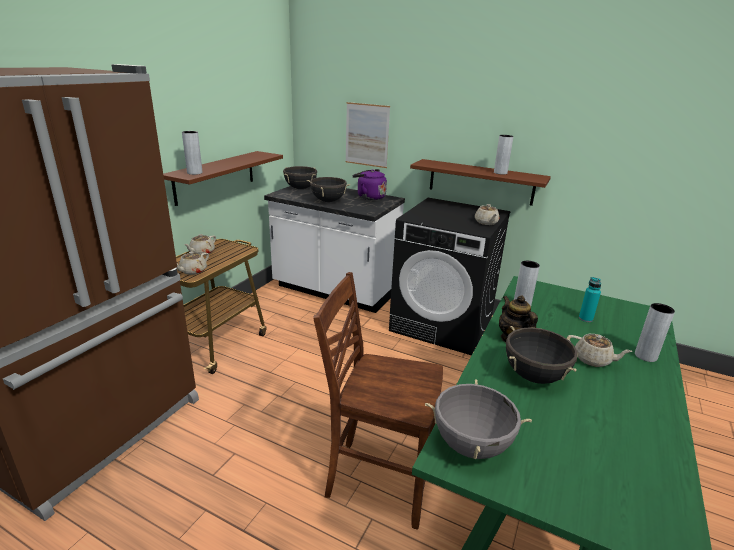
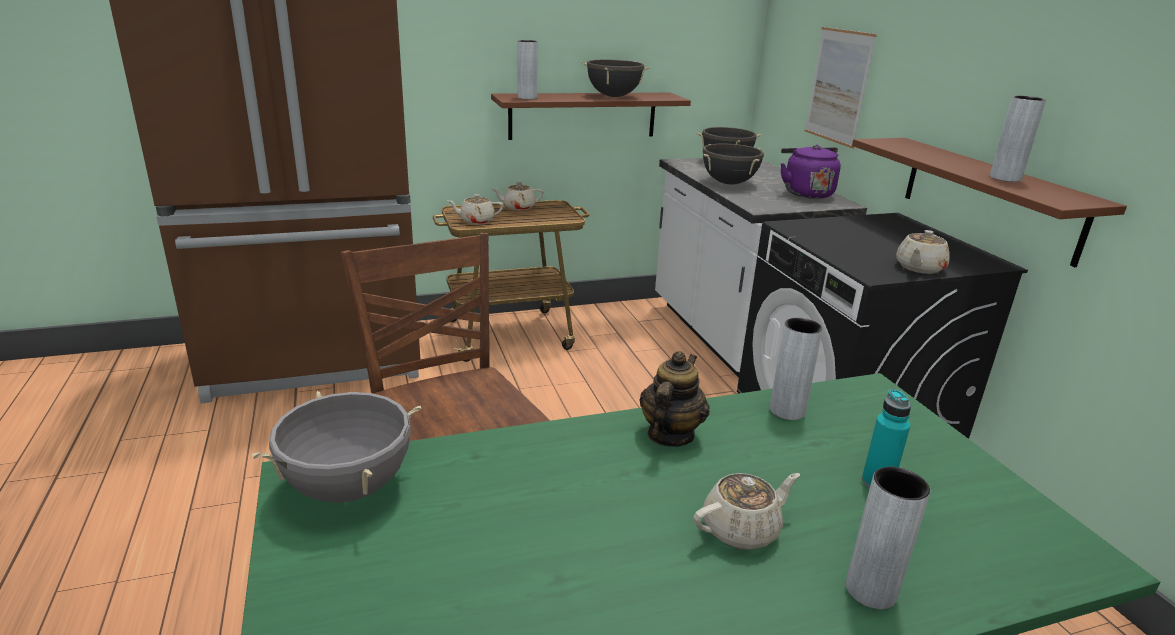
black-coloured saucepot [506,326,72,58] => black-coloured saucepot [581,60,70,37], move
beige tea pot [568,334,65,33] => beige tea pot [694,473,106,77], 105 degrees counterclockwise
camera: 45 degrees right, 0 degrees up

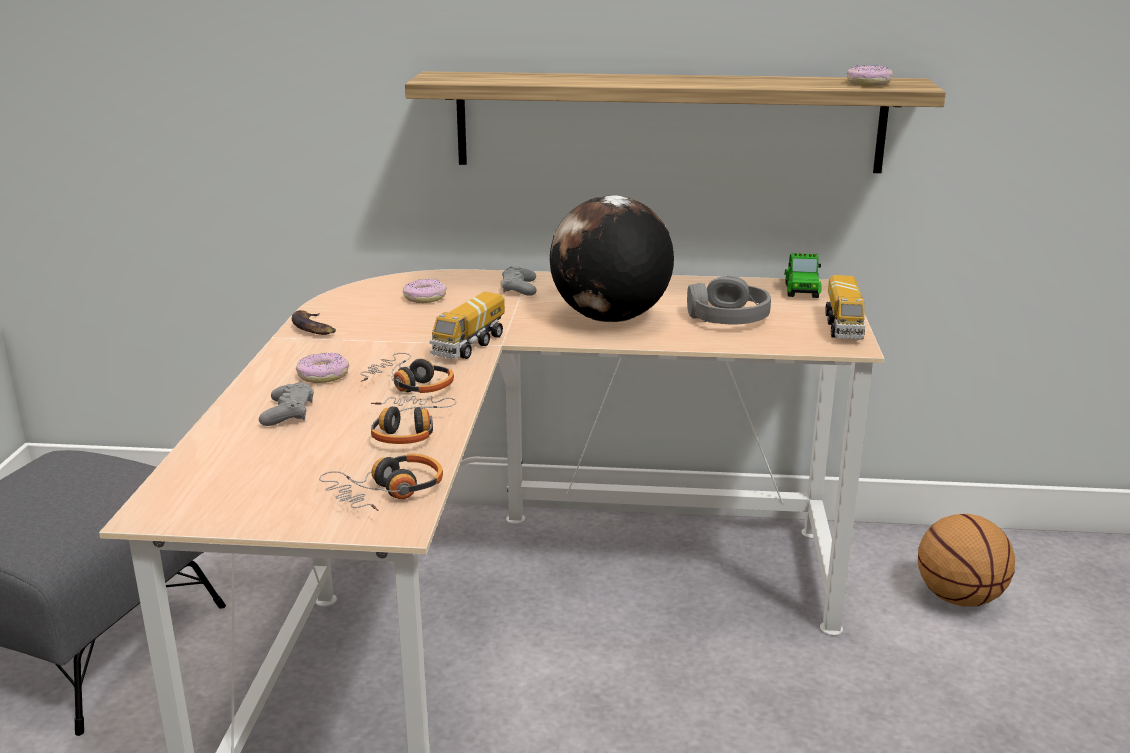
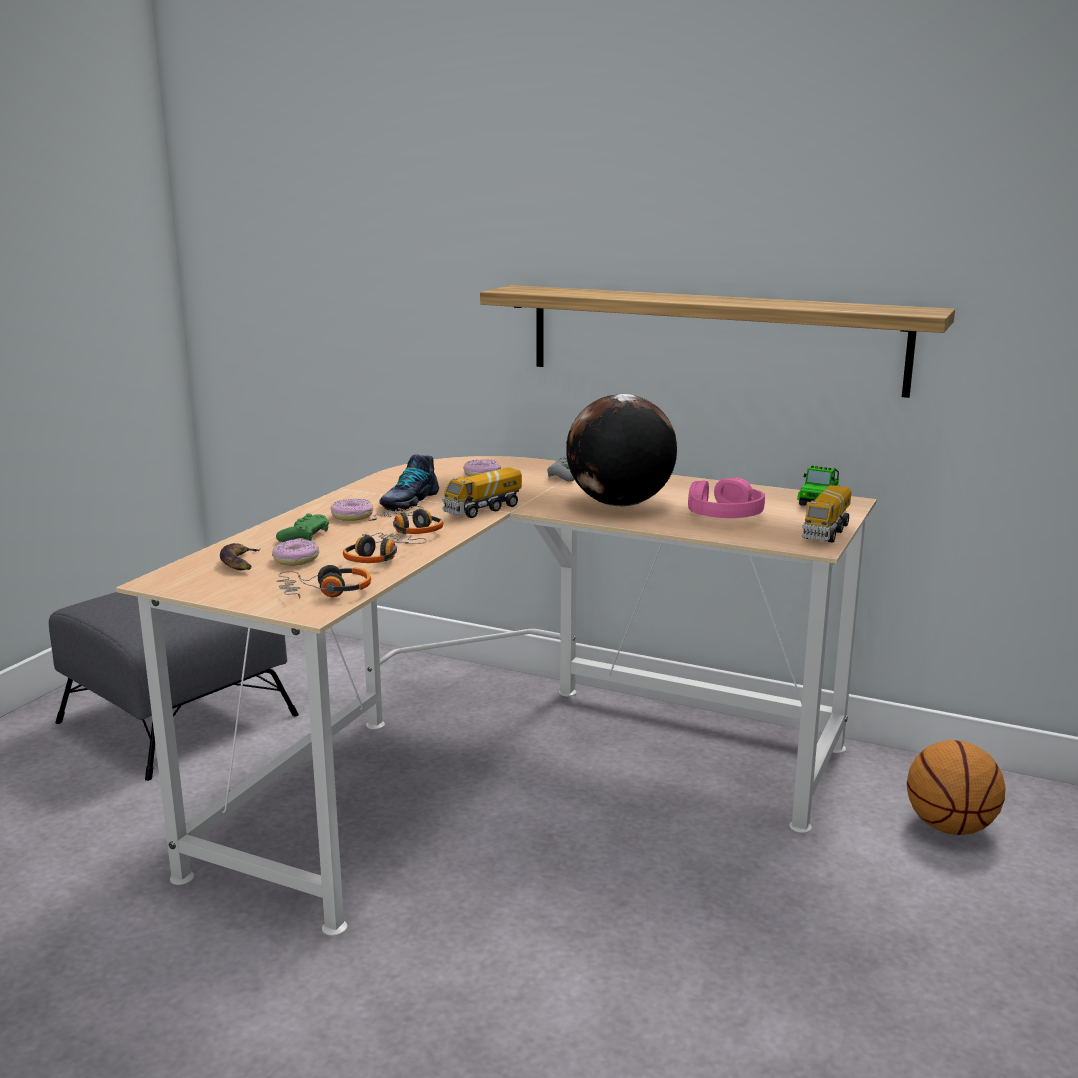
donut [847,65,46,21] => donut [272,539,47,27], move
grey headphones [687,276,84,49] => pink-coloured headphones [688,478,77,40]
banana [292,310,44,25] => banana [220,543,40,27], move
grey game controller [259,383,55,43] => green game controller [276,513,53,29]
nothing => item of footwear [379,454,60,57]
camera: 20 degrees right, 5 degrees down

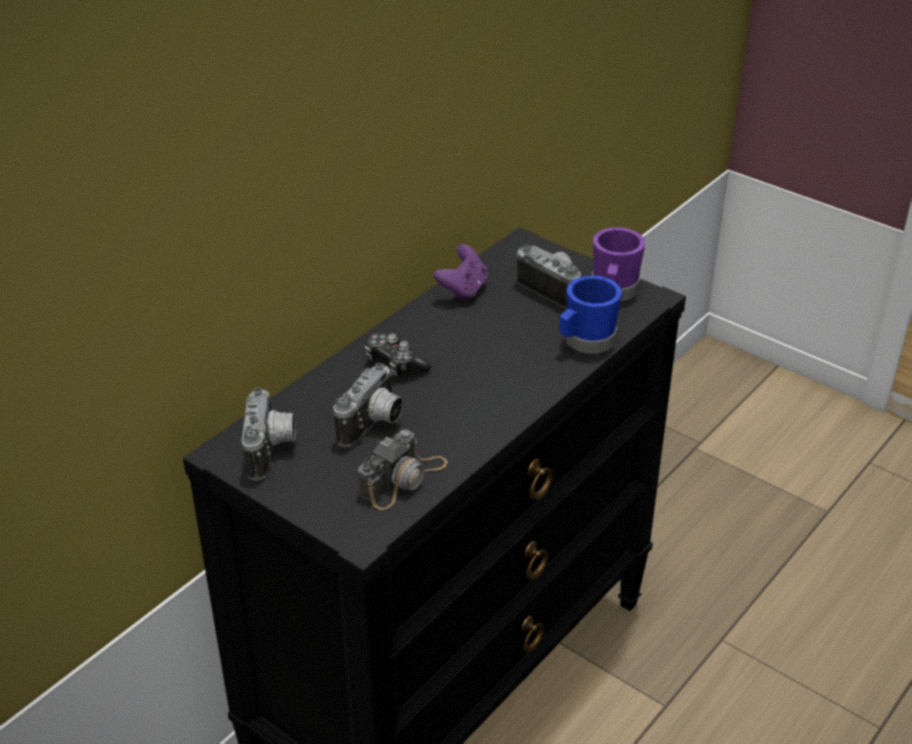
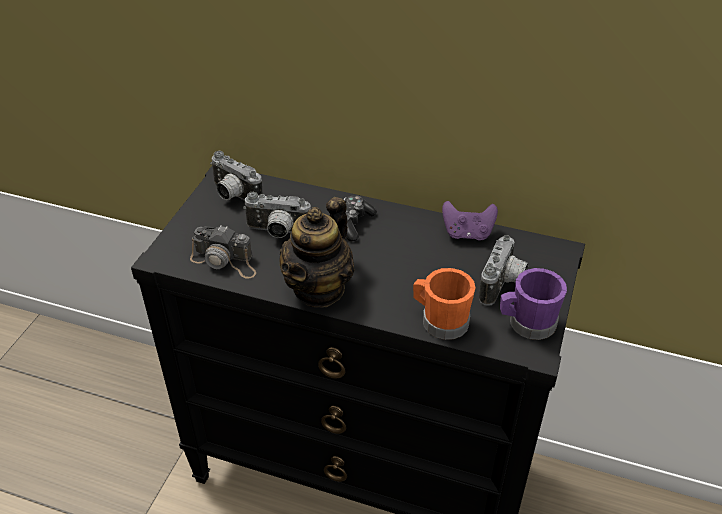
blue-coloured tea mug [560,276,62,78] => orange tea mug [413,268,62,72]
photo camera [242,388,54,92] => photo camera [210,151,52,50], 60 degrees clockwise
nothing => tea pot [279,197,76,111]
camera: 70 degrees right, 5 degrees up

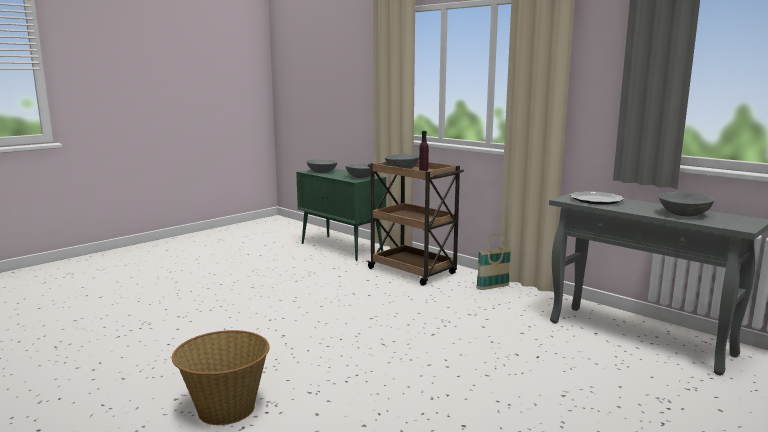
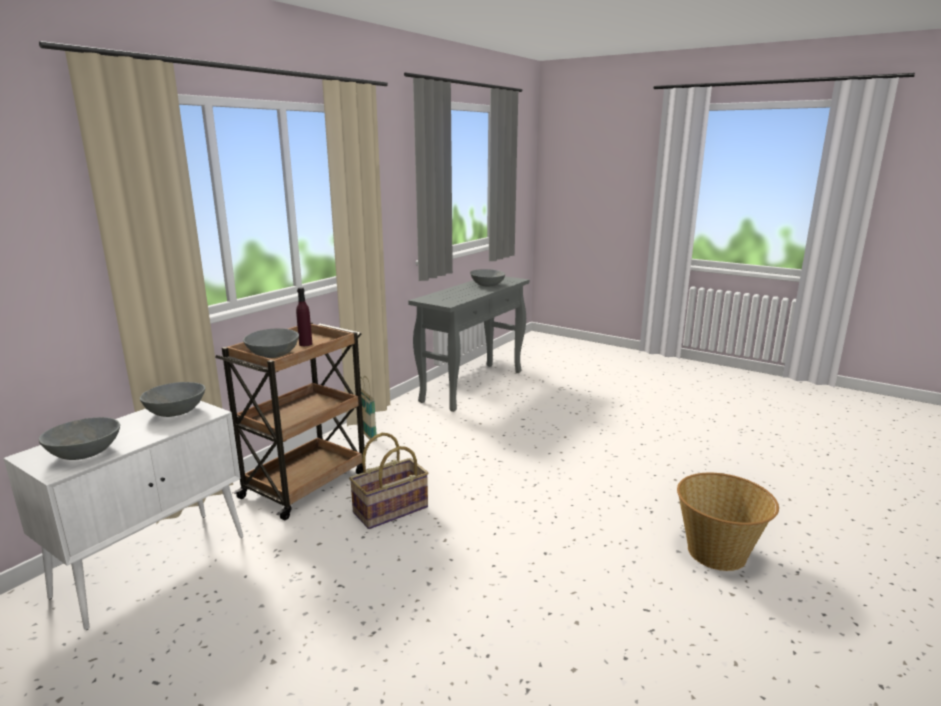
green cabinet [296,168,90,93] => whitish cabinet [3,401,241,229]
flat dish [570,191,54,14] => nothing
nothing => storage basket [349,433,79,96]
camera: 100 degrees left, 5 degrees up

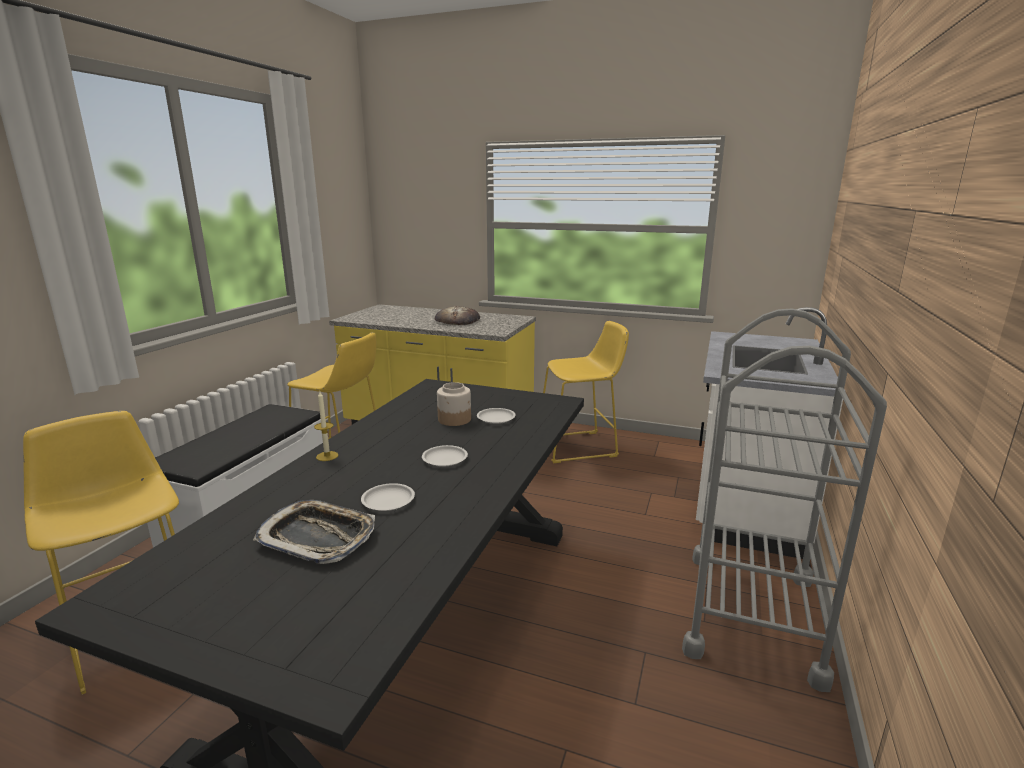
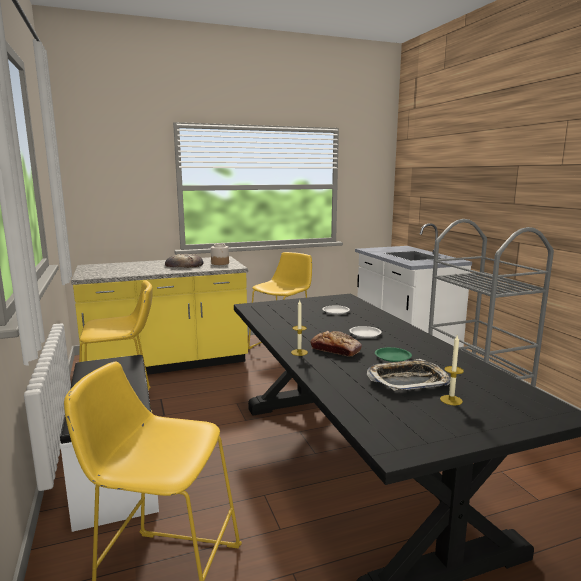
storage jar [437,382,34,44] => storage jar [211,243,18,22], move
whitish flat dish [361,483,54,28] => green flat dish [375,347,37,15]
nothing => baked bread [310,331,52,26]
nothing => wax light [440,335,24,70]
camera: 40 degrees left, 5 degrees down

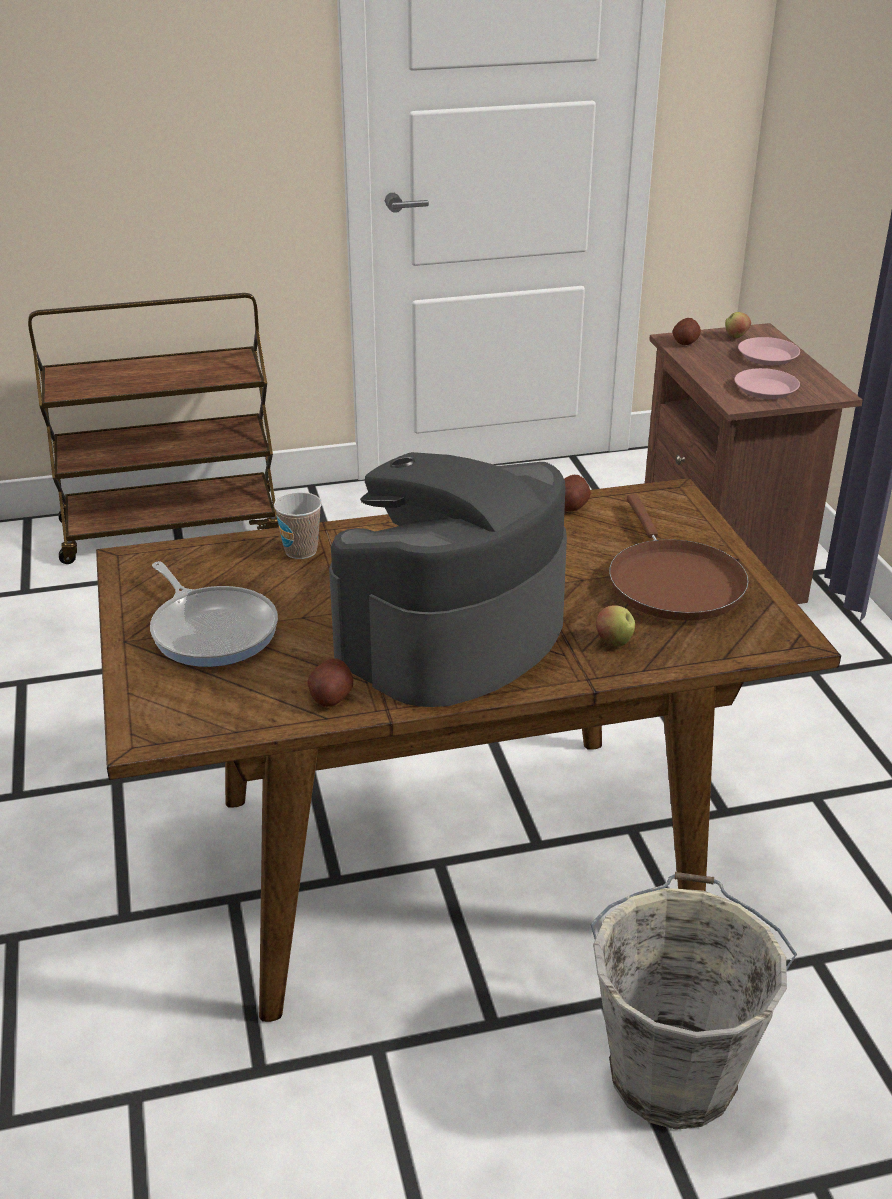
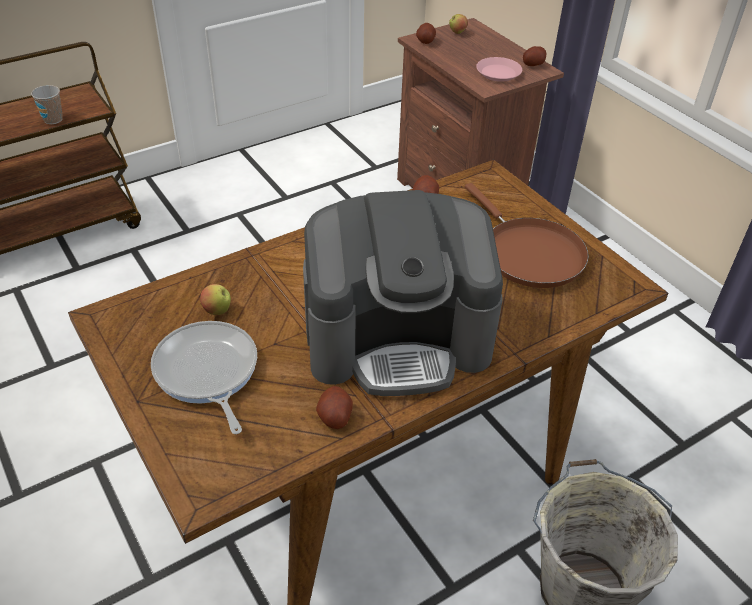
pink-coloured flat dish [738,337,62,28] => nothing
coffee maker [329,452,238,255] => coffee maker [303,190,200,206], 120 degrees counterclockwise
cup [274,492,48,67] => cup [31,85,32,39], move
frying pan [150,561,128,106] => frying pan [151,321,106,113], 150 degrees counterclockwise
apple [596,605,39,42] => apple [200,284,31,31], move
nothing => whole potato [523,46,23,20]
camera: 20 degrees left, 10 degrees up

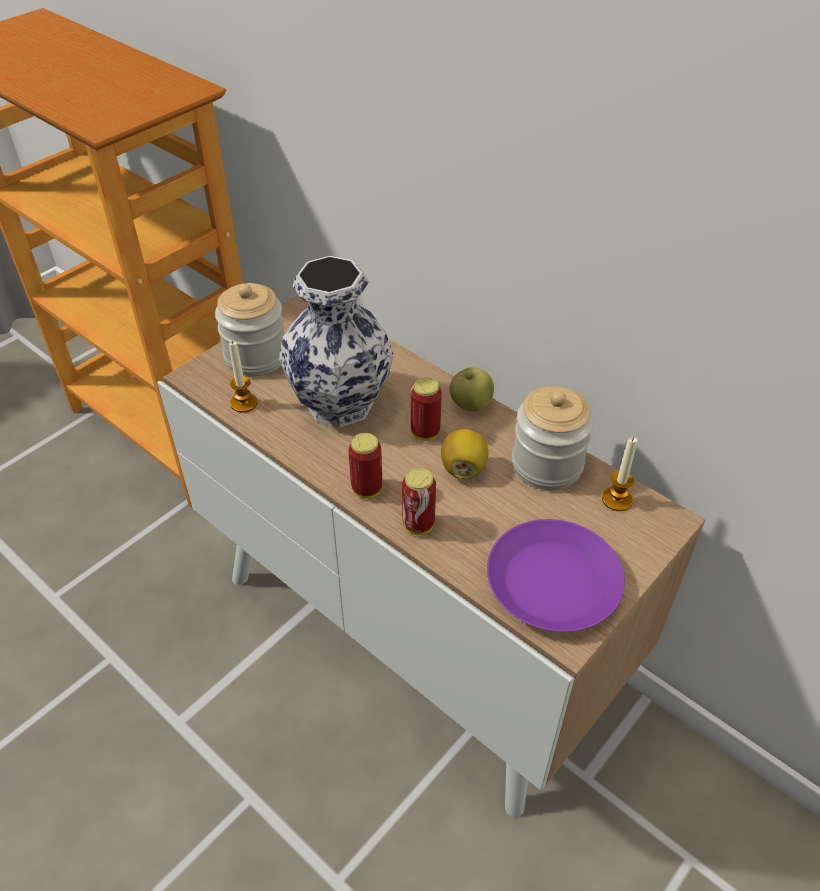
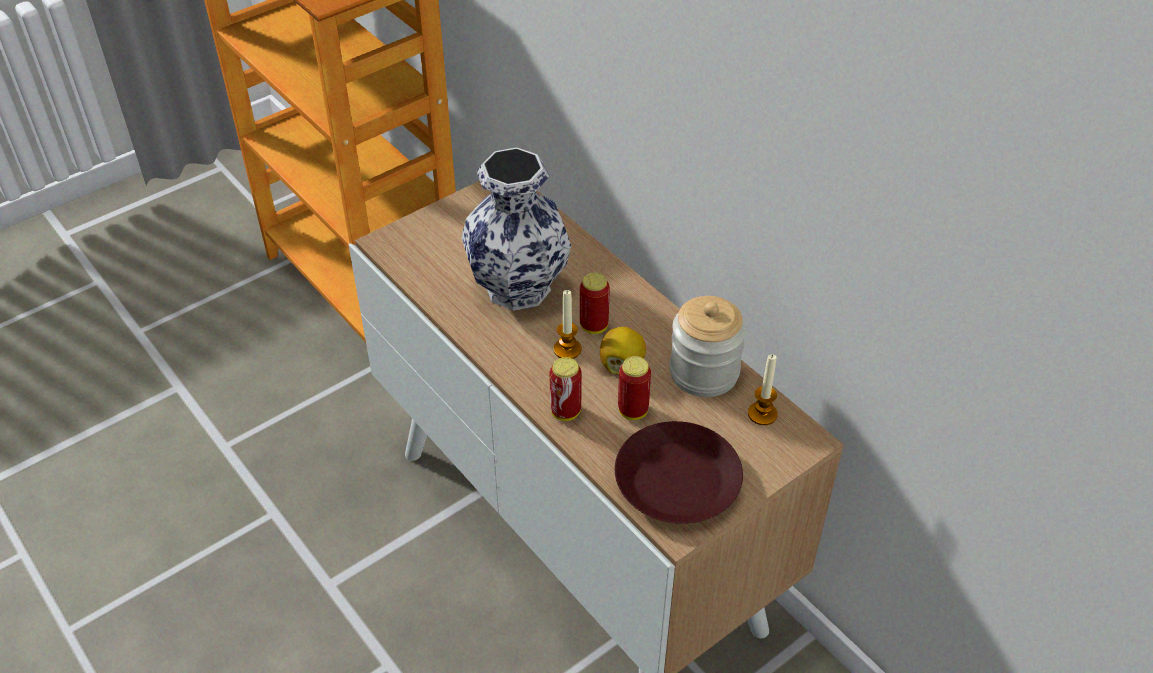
storage jar [215,283,69,93] => nothing
wax light [229,341,28,72] => wax light [554,290,27,69], move
apple [449,367,45,44] => nothing
can [348,433,34,66] => can [618,356,33,64], move
purple-coloured flat dish [487,519,138,113] => brown flat dish [615,421,128,103]
camera: 10 degrees right, 0 degrees up

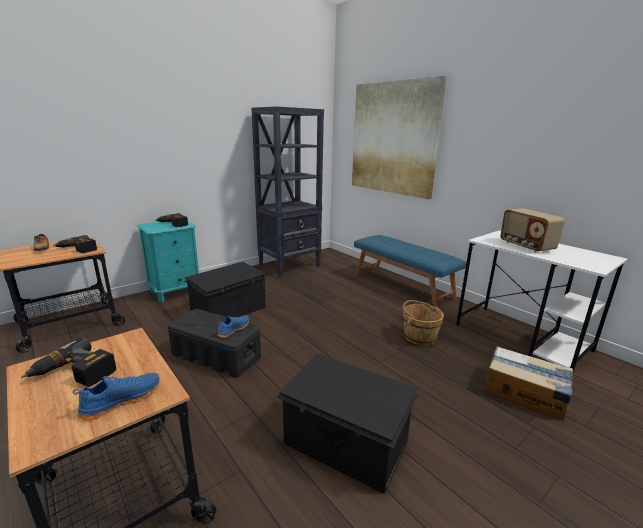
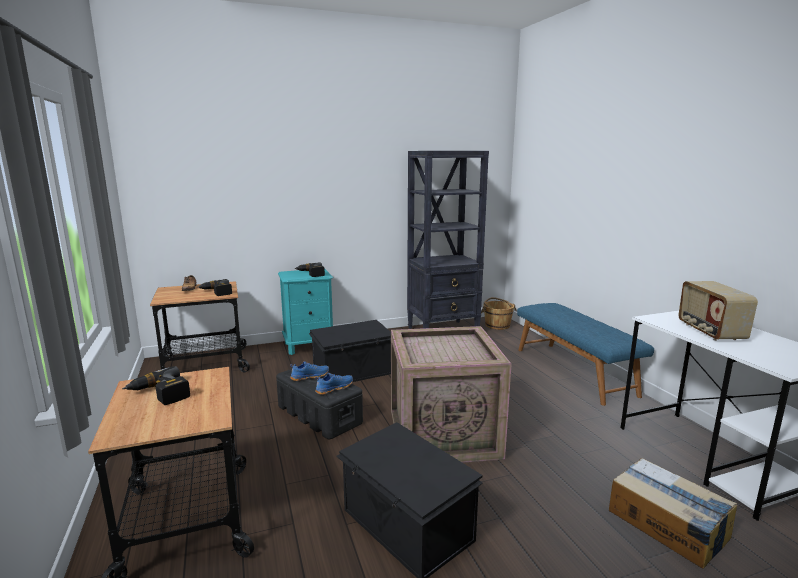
picture [352,76,95,123] => nothing
brown bucket [402,300,42,46] => brown bucket [481,297,36,33], move
blue-coloured item of footwear [73,373,86,47] => blue-coloured item of footwear [290,361,39,20], move
nothing => packing crate [391,326,121,137]
camera: 20 degrees right, 5 degrees down

